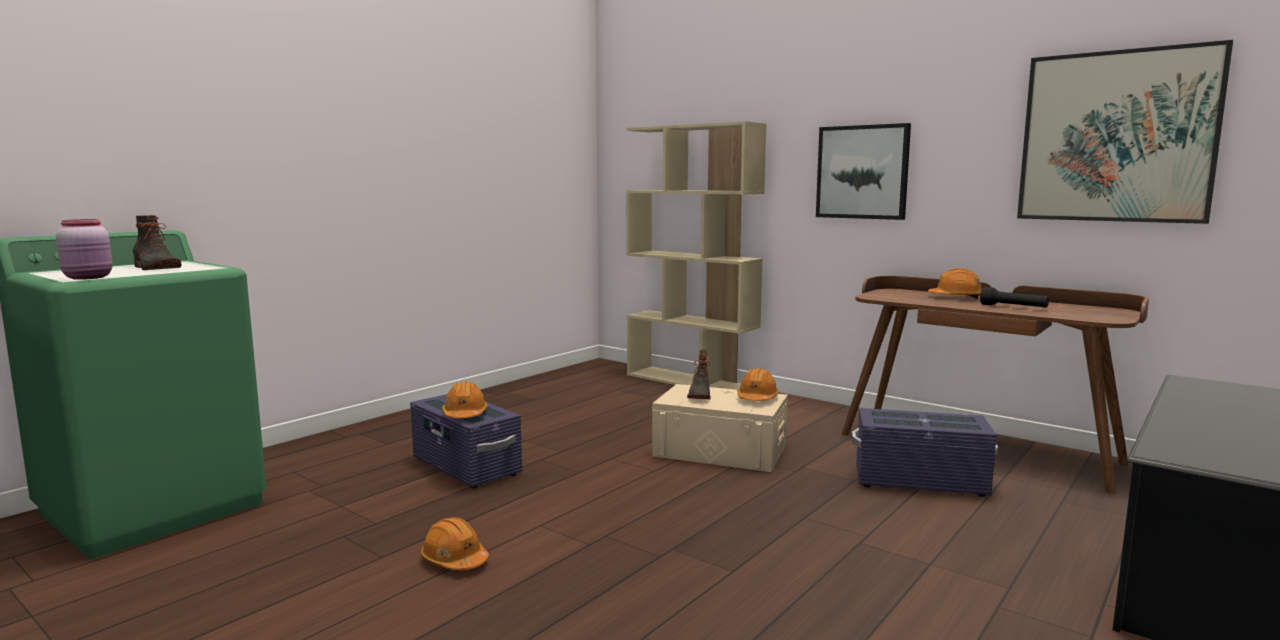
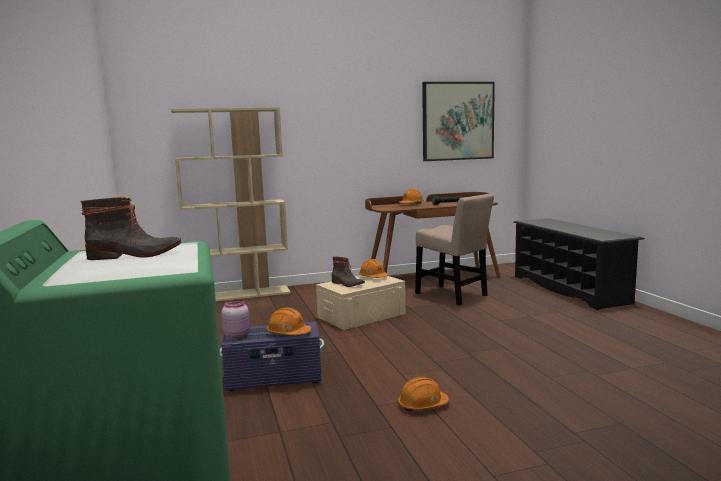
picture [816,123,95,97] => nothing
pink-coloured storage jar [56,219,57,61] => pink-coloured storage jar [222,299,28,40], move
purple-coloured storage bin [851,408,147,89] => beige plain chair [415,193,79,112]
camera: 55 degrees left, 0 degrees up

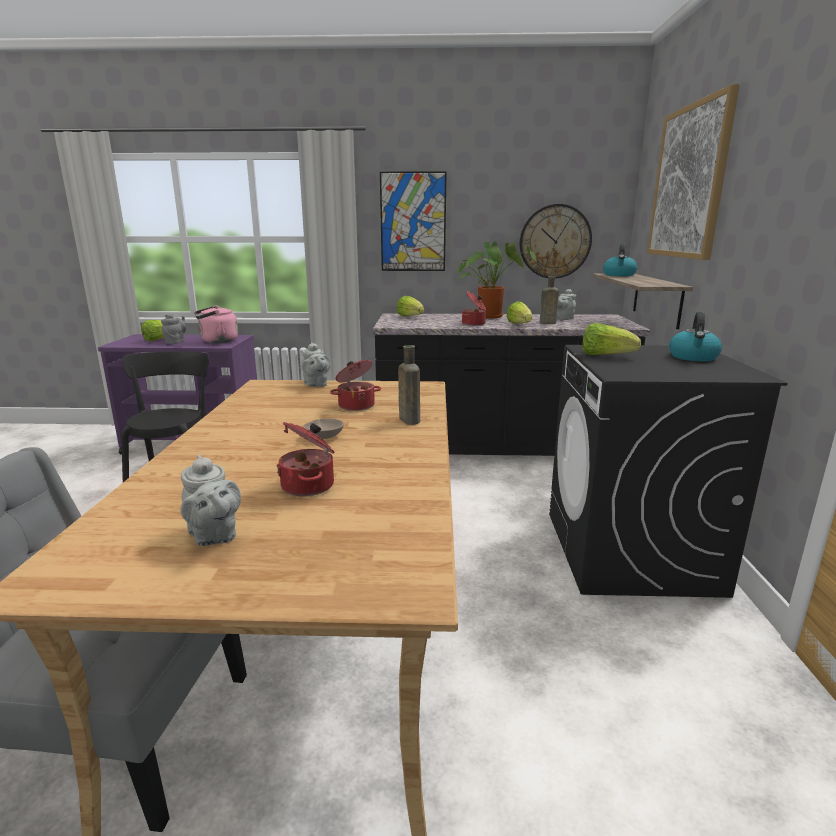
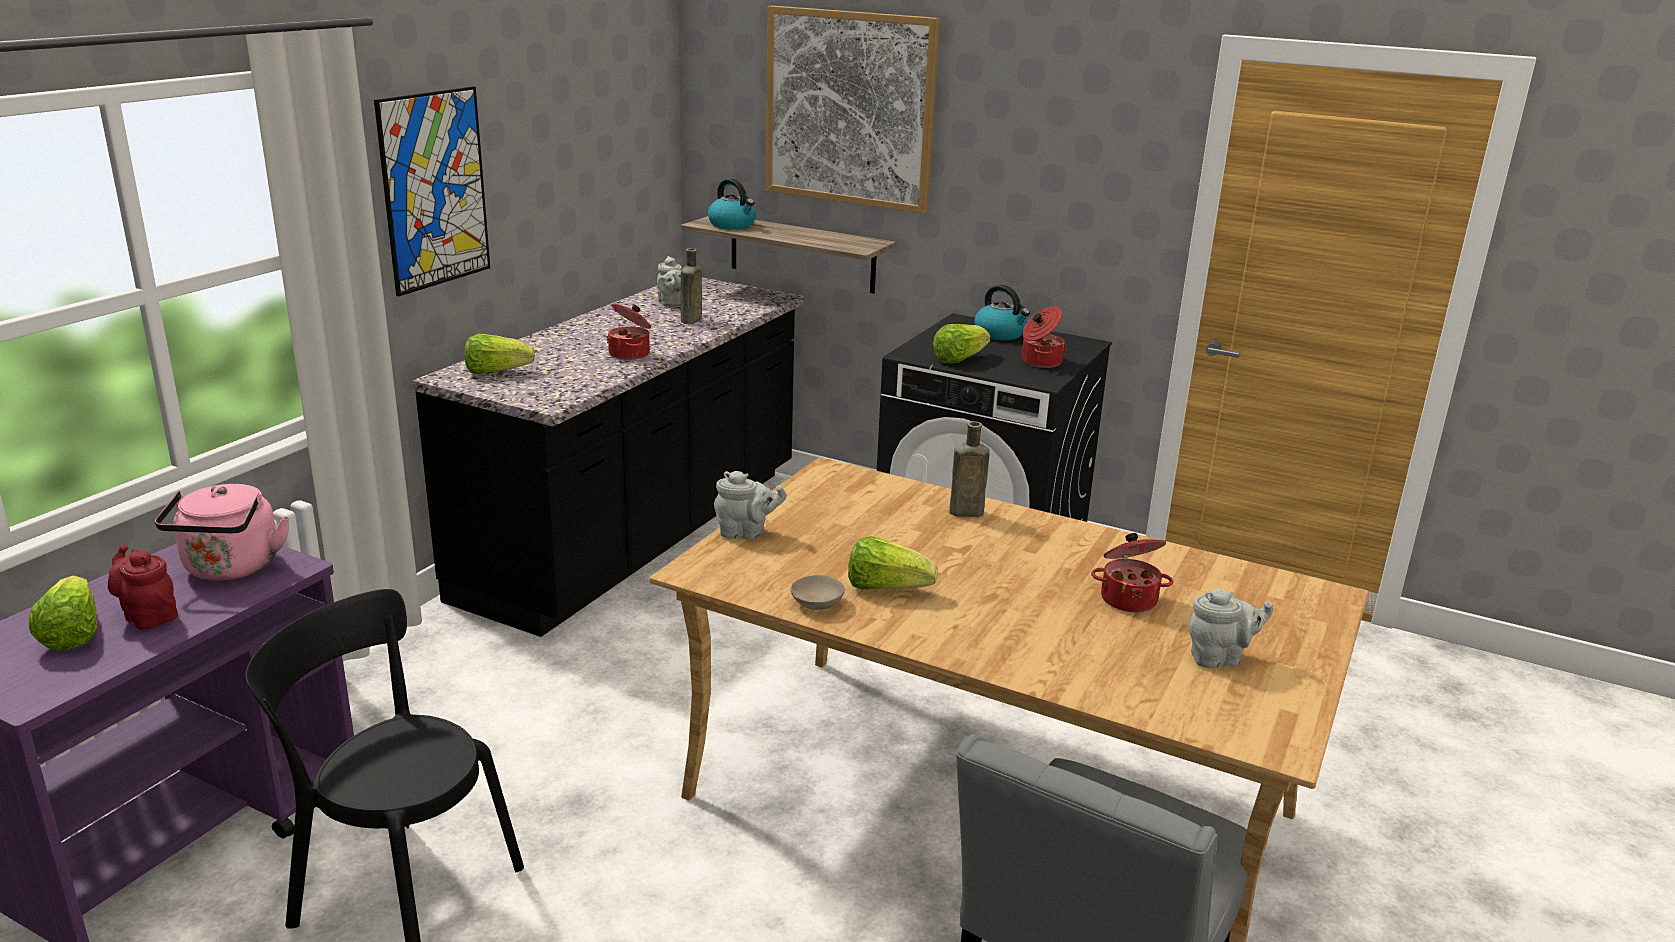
hanging clock [520,204,72,75] => nothing
plant in a pot [458,241,79,77] => nothing
lettuce [506,301,26,23] => lettuce [848,536,90,54], move
grey tea pot [161,313,25,31] => red tea pot [108,545,70,85]
saucepot [330,360,51,51] => saucepot [1022,306,44,62], move
beige serving bowl [303,418,41,21] => beige serving bowl [790,575,55,35], move
camera: 65 degrees left, 5 degrees up

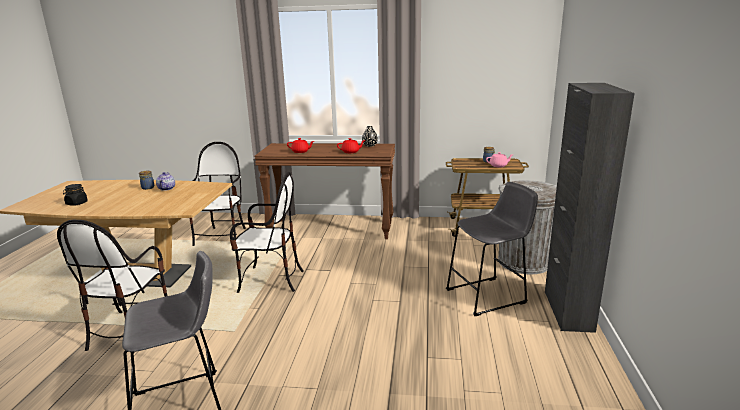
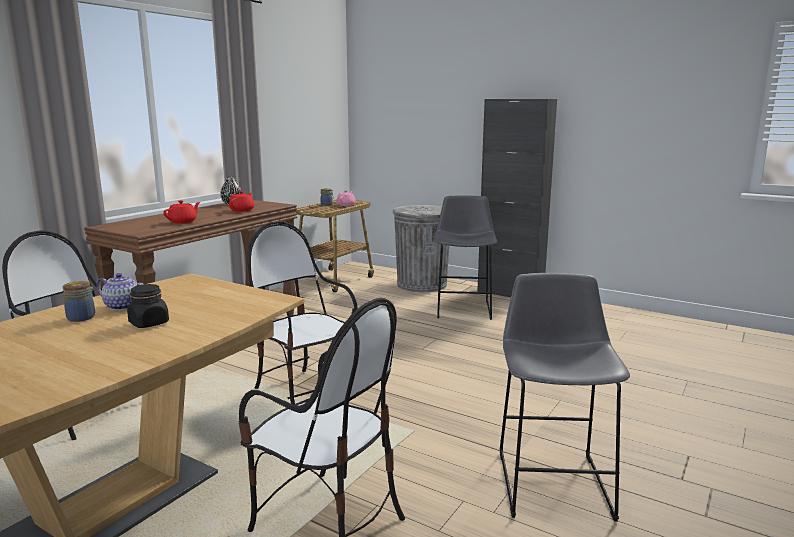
plain chair [230,172,74,121] => plain chair [247,221,111,183], 75 degrees counterclockwise
black-coloured storage jar [63,184,25,22] => black-coloured storage jar [127,284,42,44], move
camera: 65 degrees left, 5 degrees down

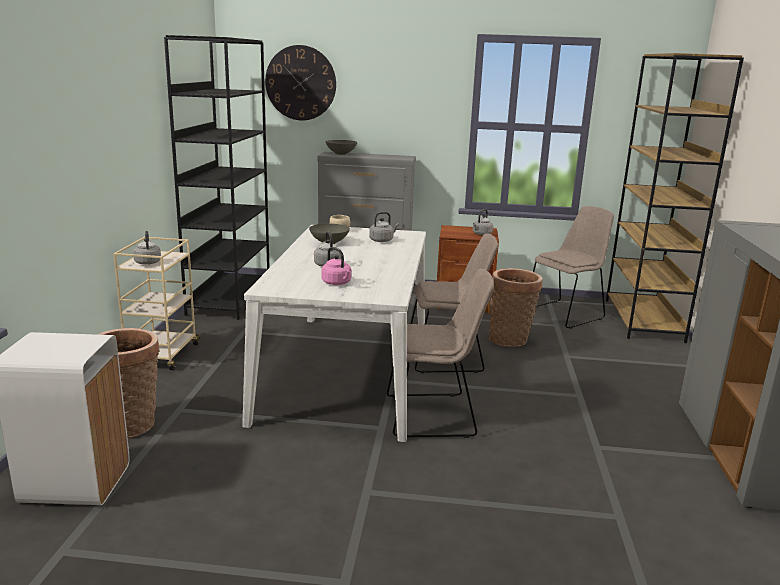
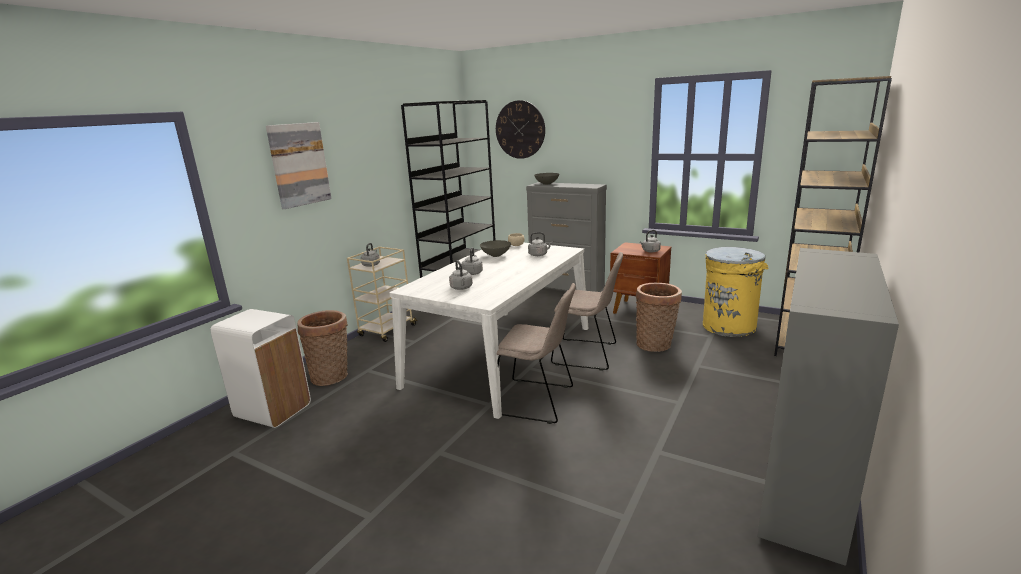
beige plain chair [533,206,81,123] => yellow waste bin [703,247,65,90]
pink-coloured tea kettle [322,247,29,38] => grey tea kettle [449,260,24,30]
nothing => picture [266,122,66,87]
camera: 25 degrees right, 0 degrees up

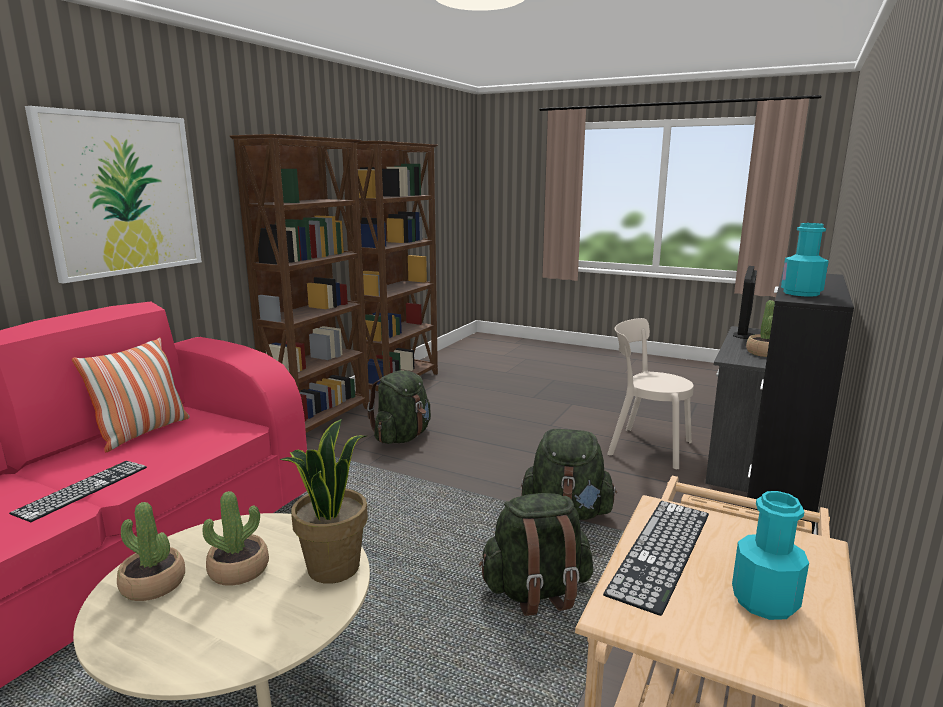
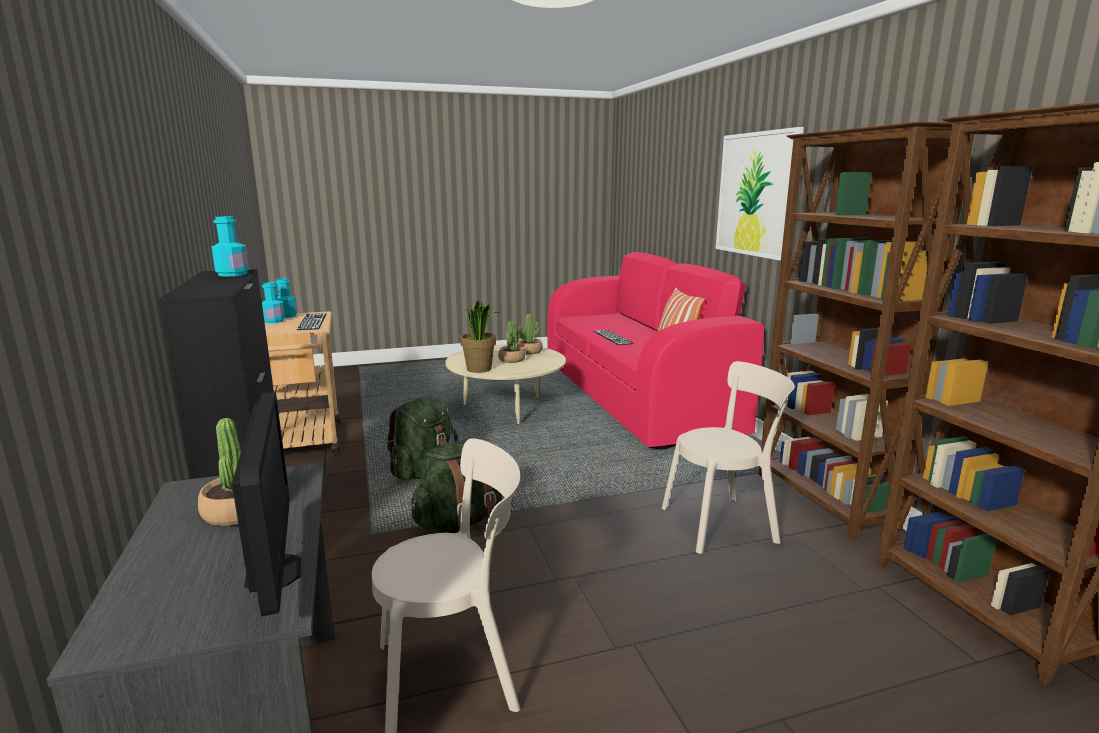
green knapsack [367,370,64,74] => beige plain chair [662,361,133,193]
nothing => turquoise drink bottle [275,278,23,40]
camera: 135 degrees right, 0 degrees up

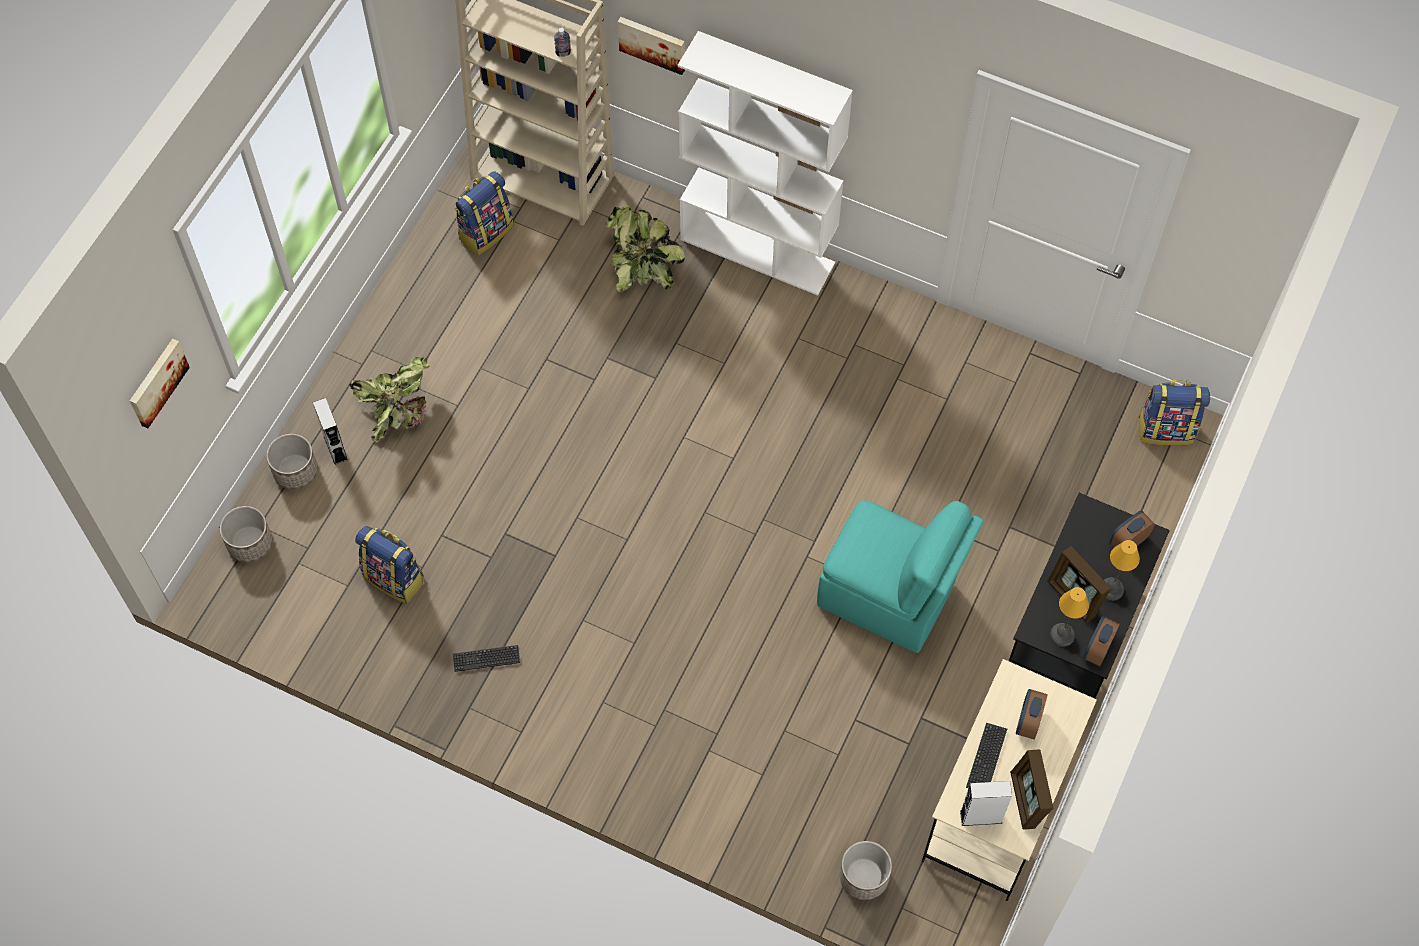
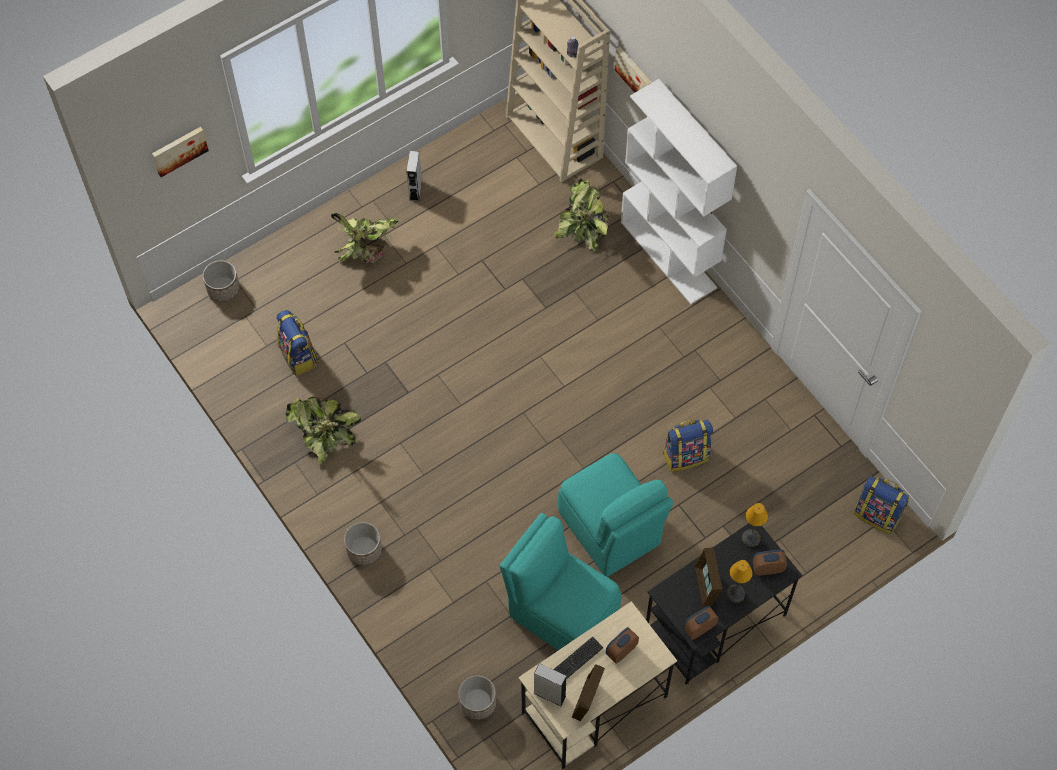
knapsack [454,171,60,84] => knapsack [663,419,50,53], move
grey loudspeaker [313,398,35,67] => grey loudspeaker [407,151,15,50], move
flower pot [266,434,52,56] => flower pot [344,522,38,43], move
lamp for a table [1050,587,39,60] => lamp for a table [742,503,26,44], move
PC keyboard [453,645,67,27] => plant in a pot [285,397,76,67]
nothing => turquoise plain chair [500,513,121,137]
camera: 30 degrees right, 0 degrees up

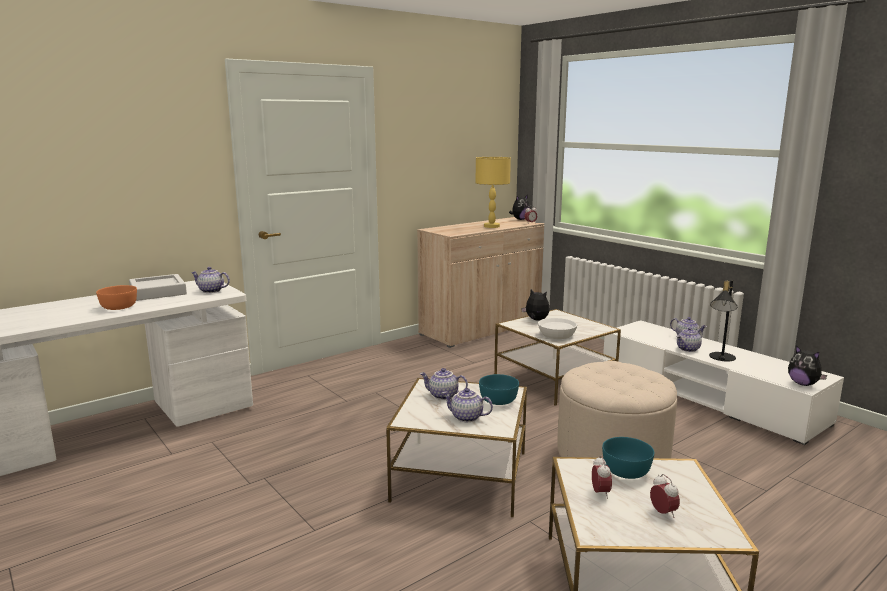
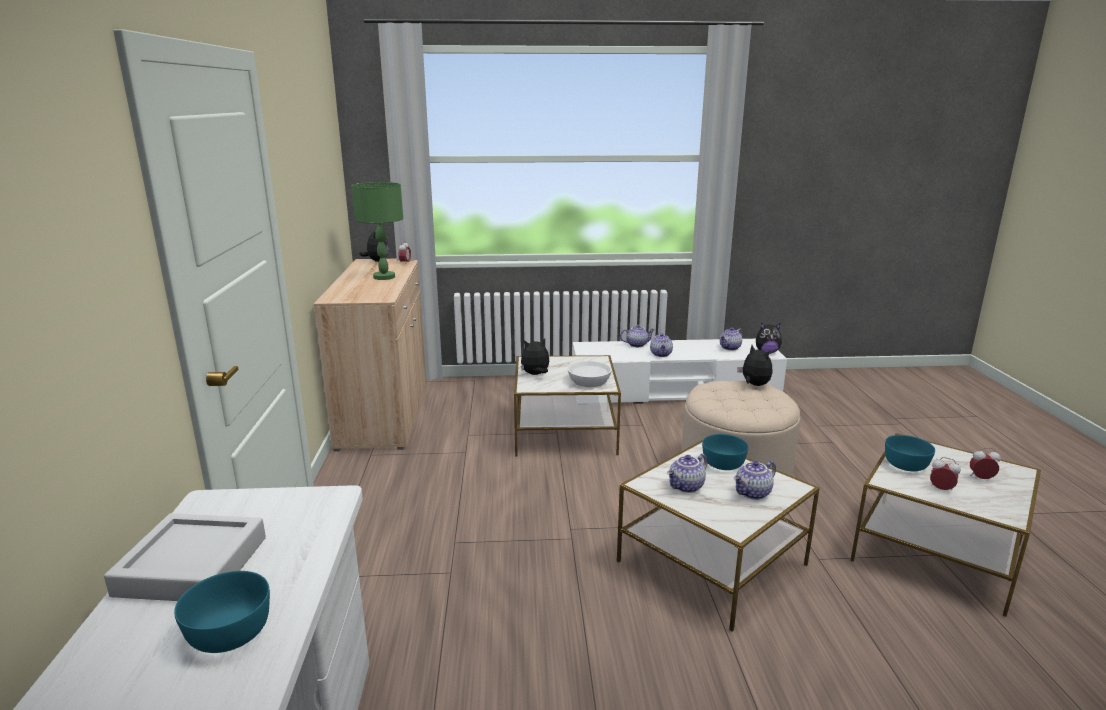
yellow lamp for a table [475,157,36,71] => green lamp for a table [352,182,51,98]
tea pot [191,267,39,26] => tea pot [720,327,22,24], move
black-coloured lamp for a table [709,280,29,81] => nothing
orange serving bowl [96,285,41,25] => turquoise serving bowl [174,571,96,82]
nothing => plush toy [737,345,35,41]
camera: 55 degrees left, 5 degrees up

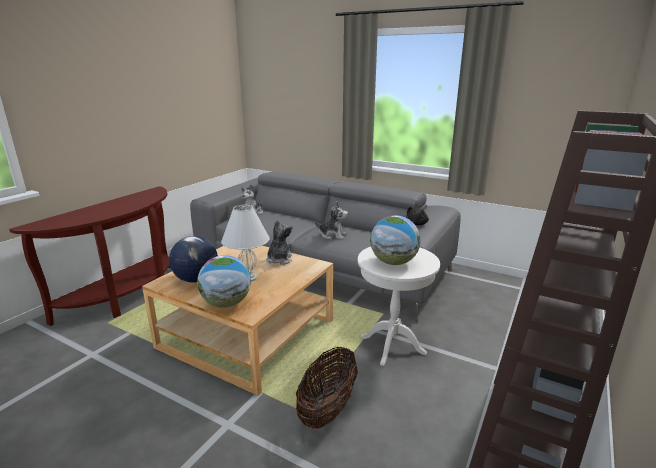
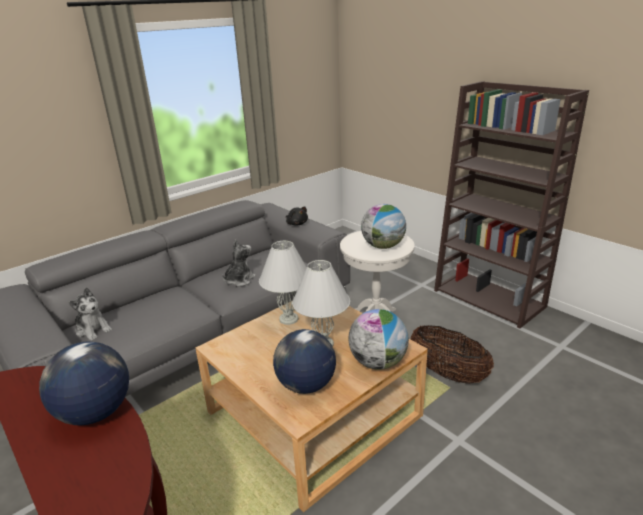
plush toy [266,220,27,45] => whitish lamp for a table [259,241,48,84]
nothing => globe [39,342,90,84]
camera: 70 degrees left, 5 degrees up

